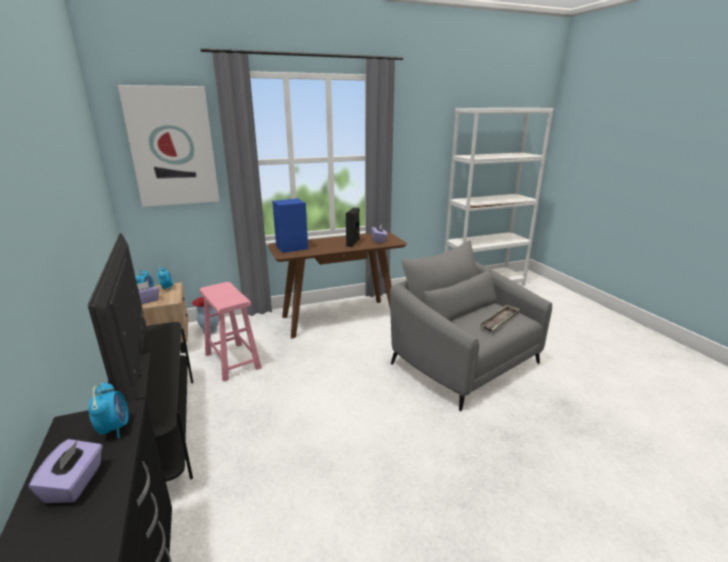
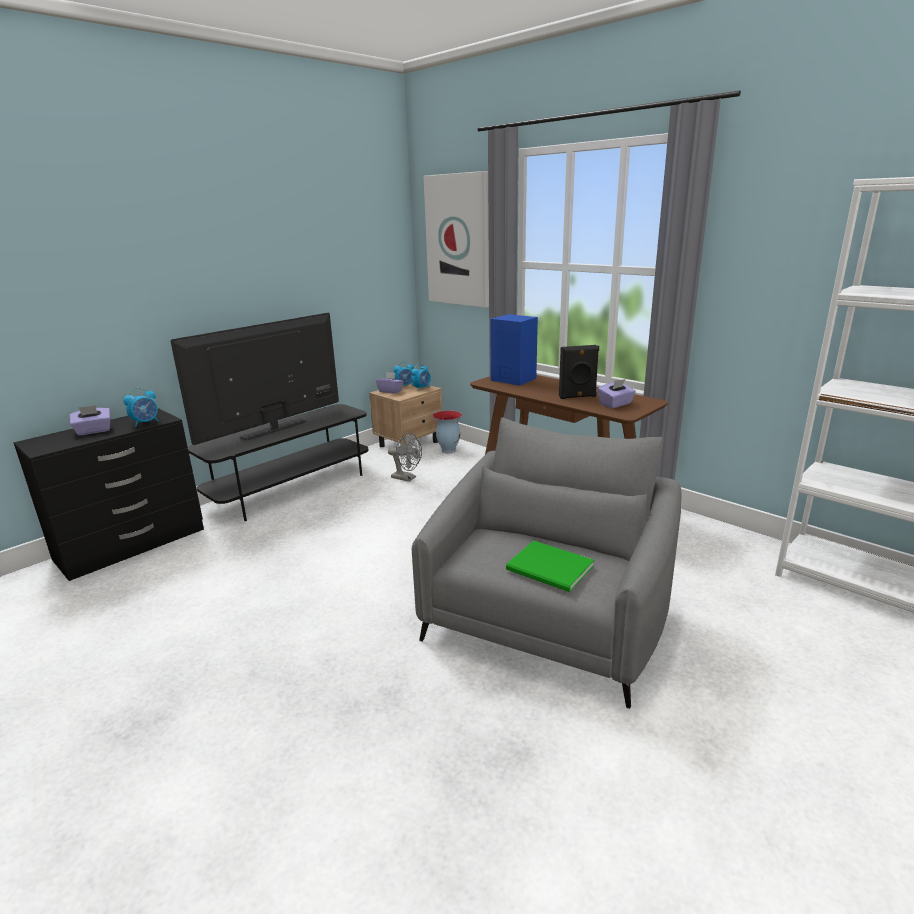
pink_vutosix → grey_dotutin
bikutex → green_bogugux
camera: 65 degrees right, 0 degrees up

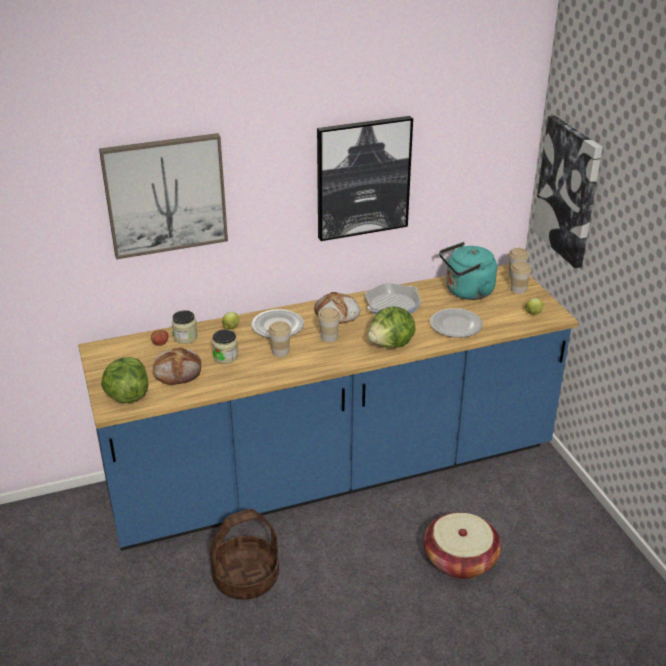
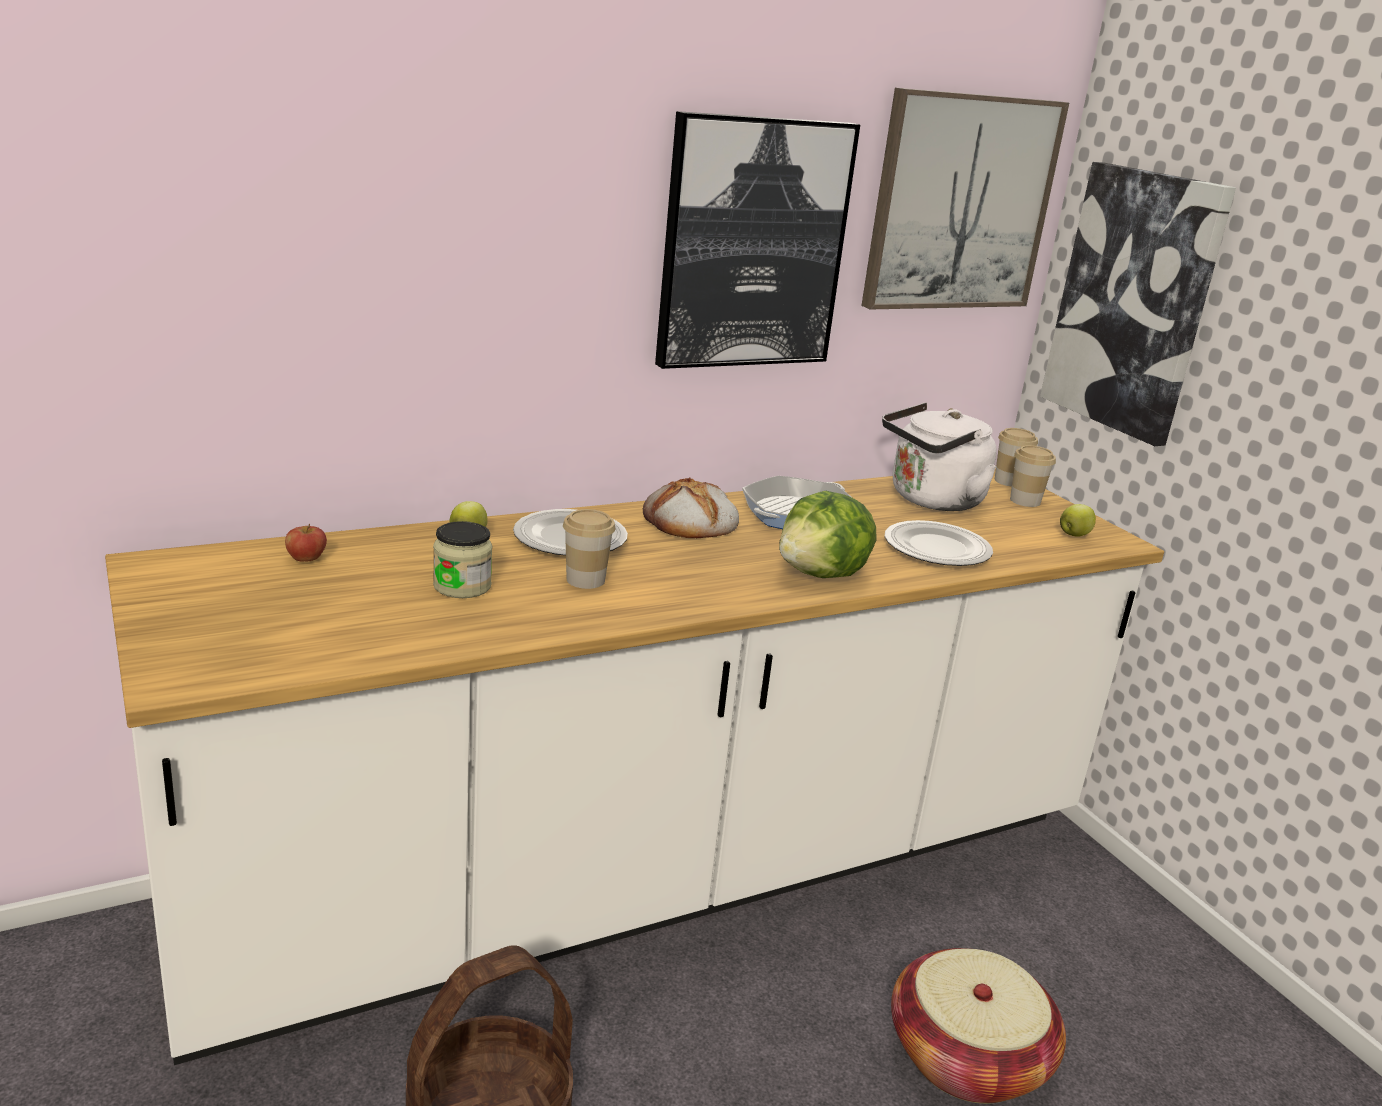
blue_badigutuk → white_badigutuk
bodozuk (1st from left in the first image) → bodozuk (2nd from left), moved
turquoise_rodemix → white_rodemix
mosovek (1st from left) → -
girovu (1st from left) → -
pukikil (1st from left) → -
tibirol (2nd from left) → -
camera: 10 degrees left, 10 degrees down

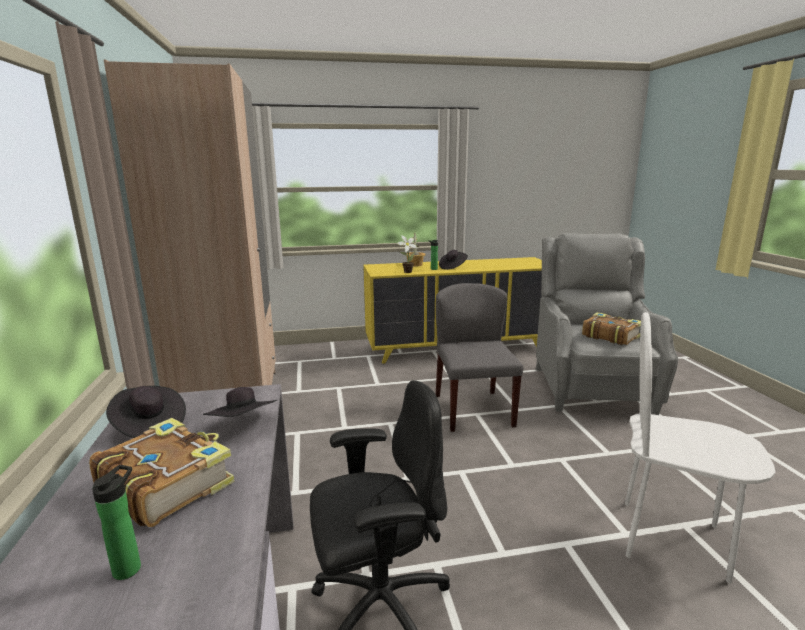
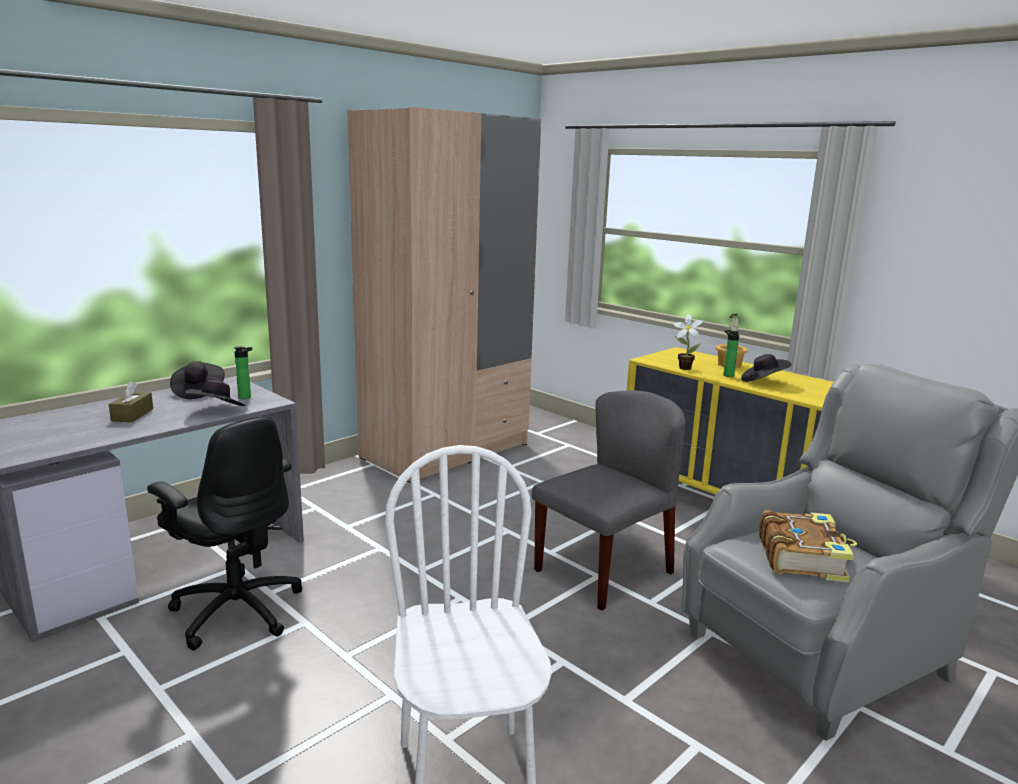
bogugux (1st from left) → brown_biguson
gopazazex (1st from left), moved
camera: 55 degrees right, 0 degrees up

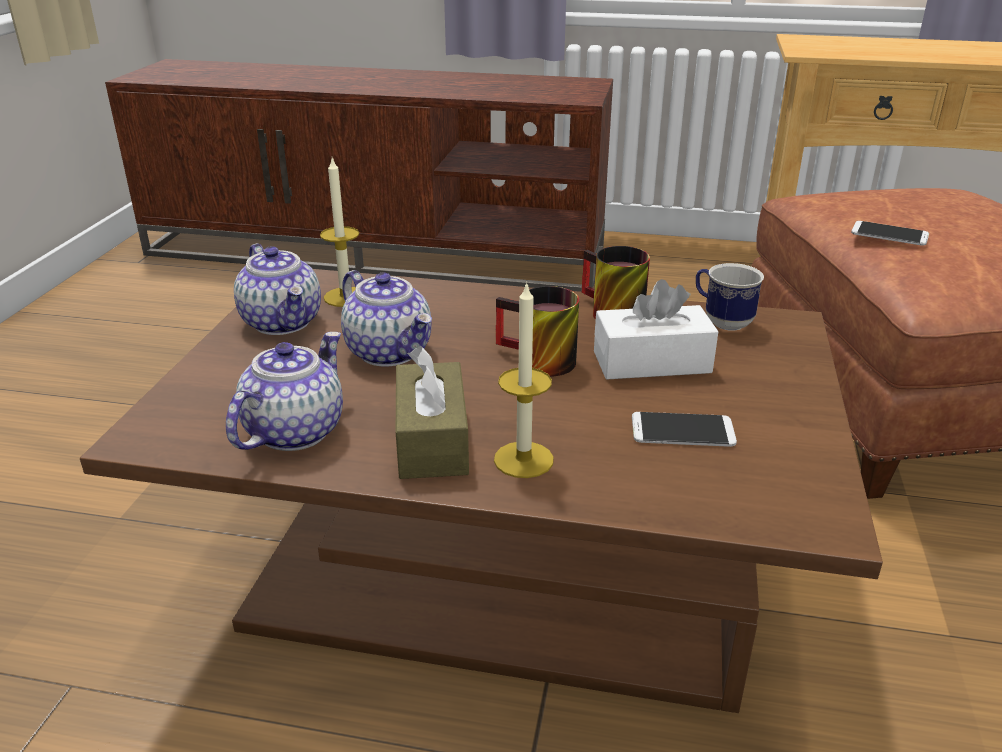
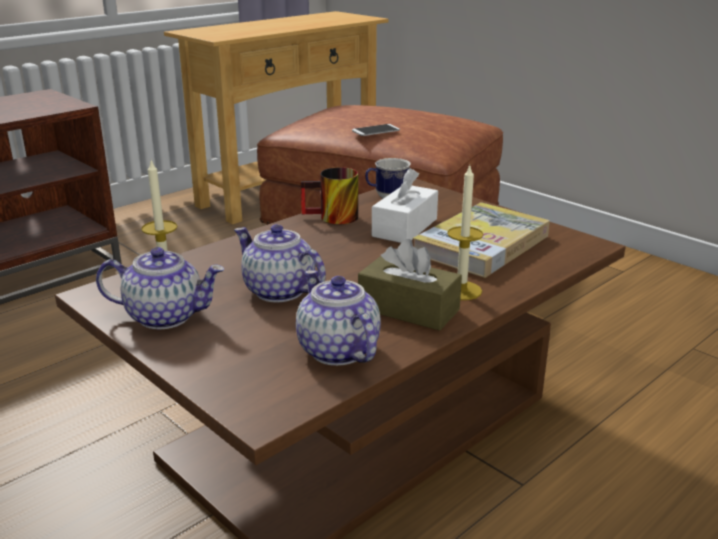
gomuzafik (3rd from left in the first image) → gomuzafik (2nd from left), 135 degrees counterclockwise
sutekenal (1st from left) → bogugux
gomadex (1st from left) → -
camera: 55 degrees left, 5 degrees down

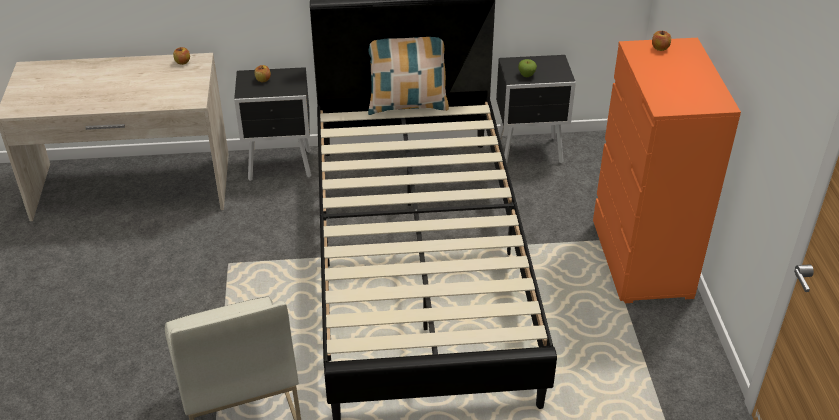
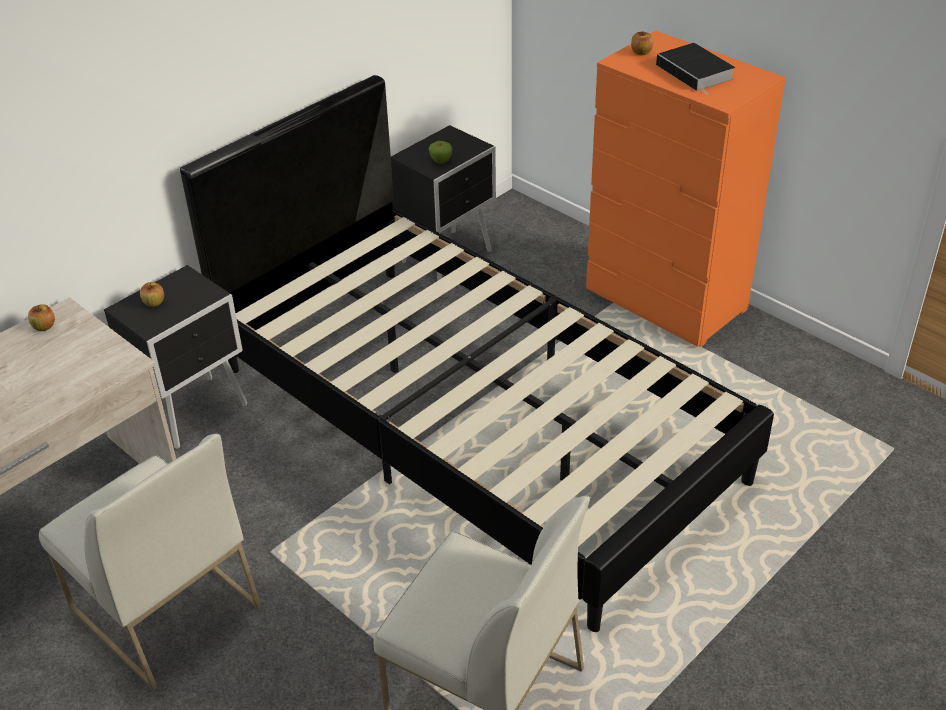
- → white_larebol (1st from left)
- → bogugux
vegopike → -
camera: 40 degrees left, 0 degrees up

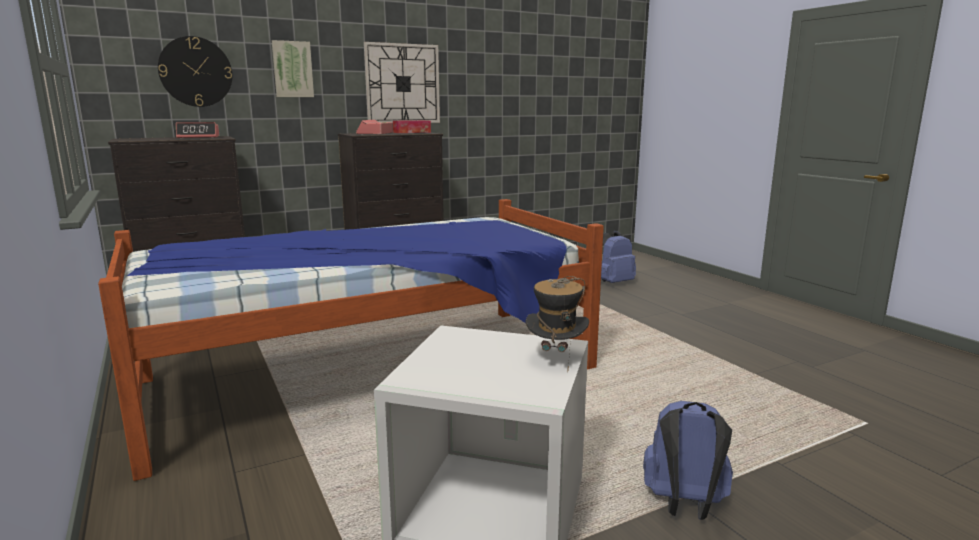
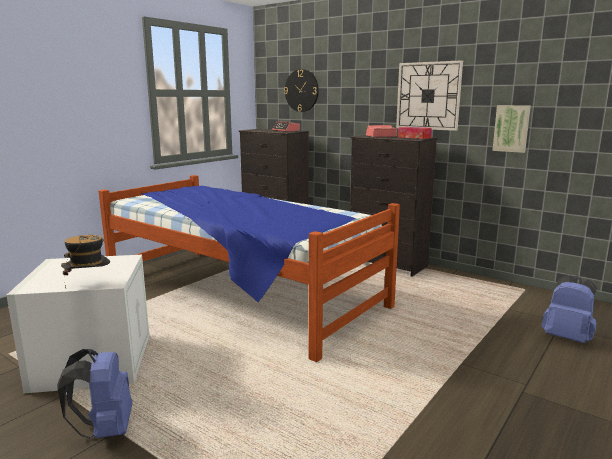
bodozuk, moved
camera: 65 degrees right, 0 degrees up

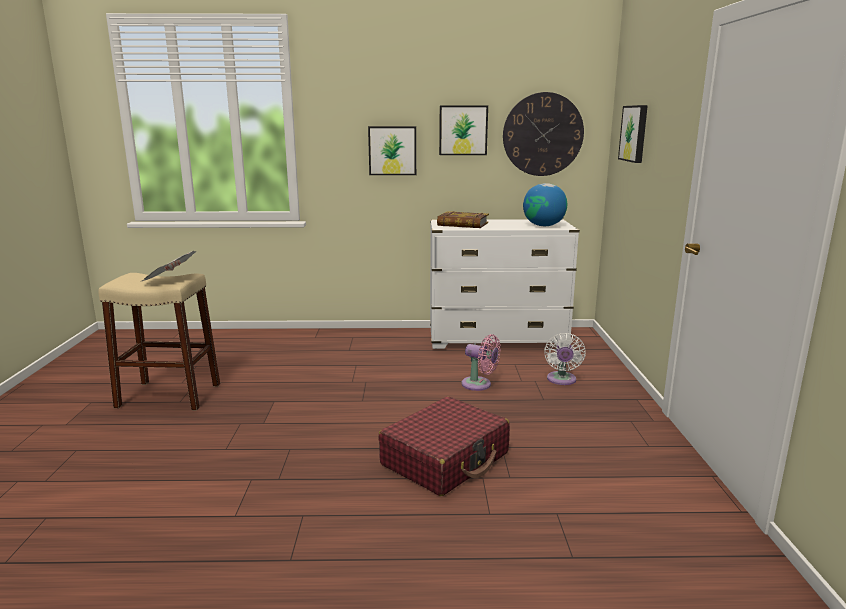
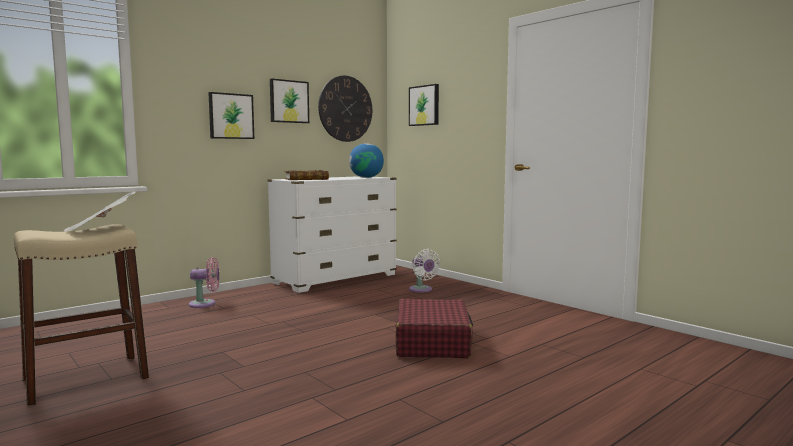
pink_dotutin, moved
camera: 40 degrees left, 10 degrees down

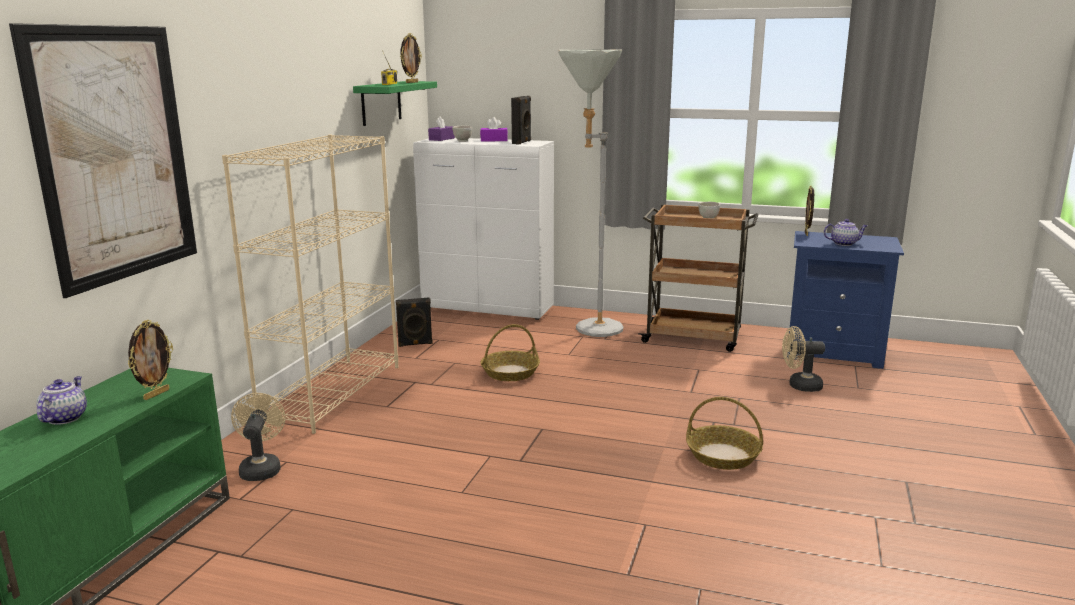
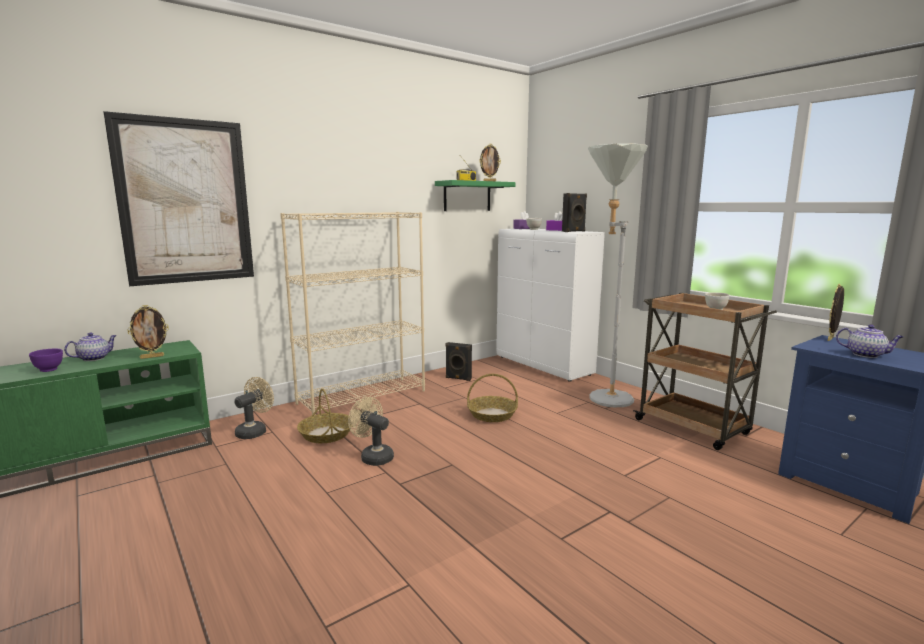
- → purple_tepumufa
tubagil (2nd from left in the first image) → tubagil (1st from left), moved
beige_dotutin (2nd from left), moved
camera: 35 degrees right, 5 degrees down

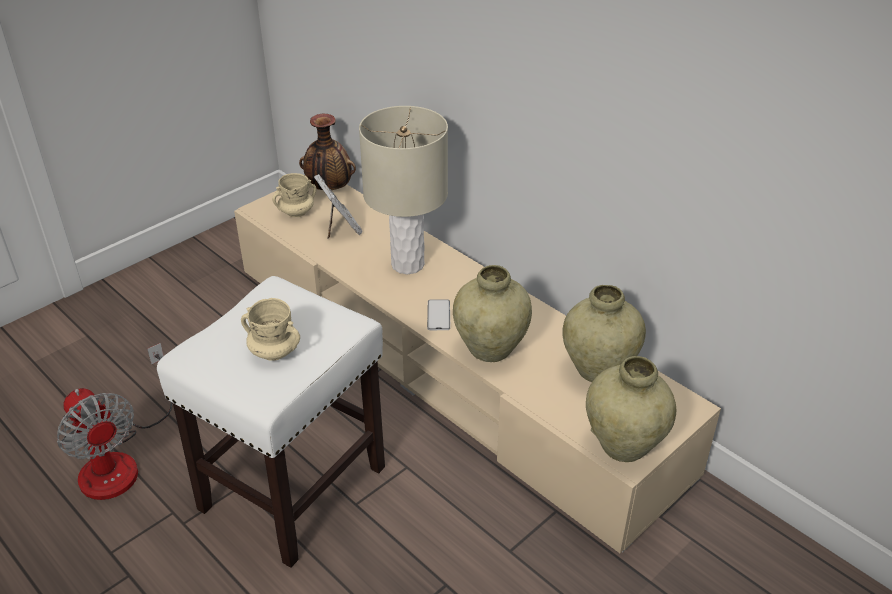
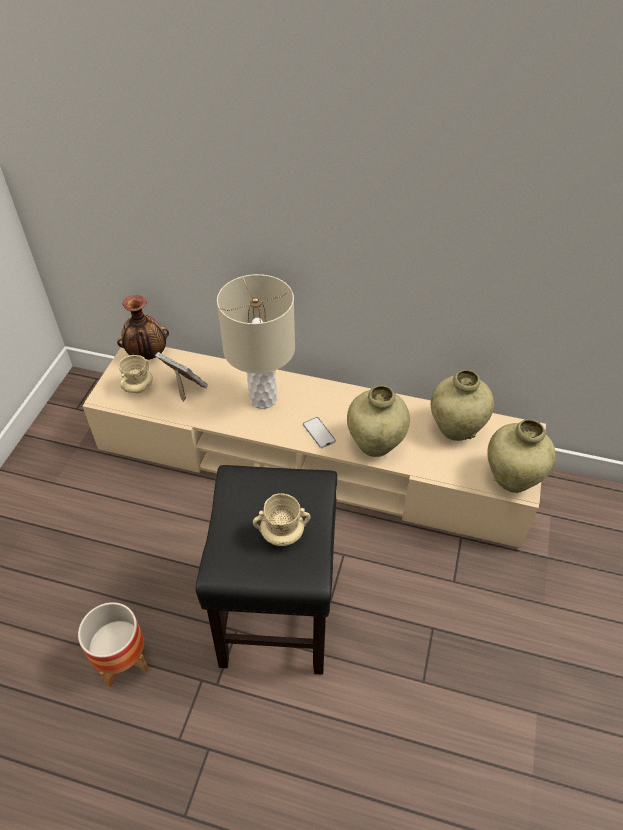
dotutin → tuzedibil
white_vutosix → black_vutosix
camera: 30 degrees left, 10 degrees up

